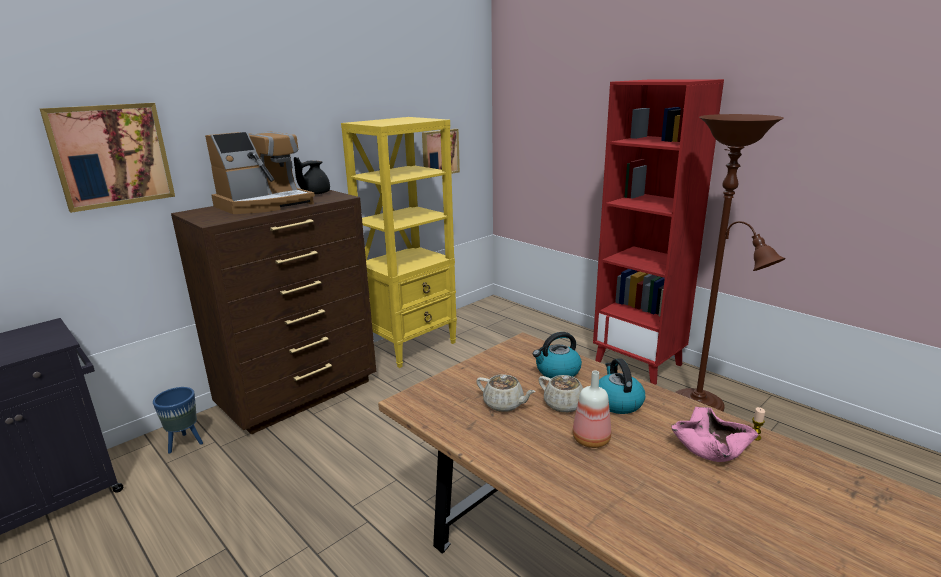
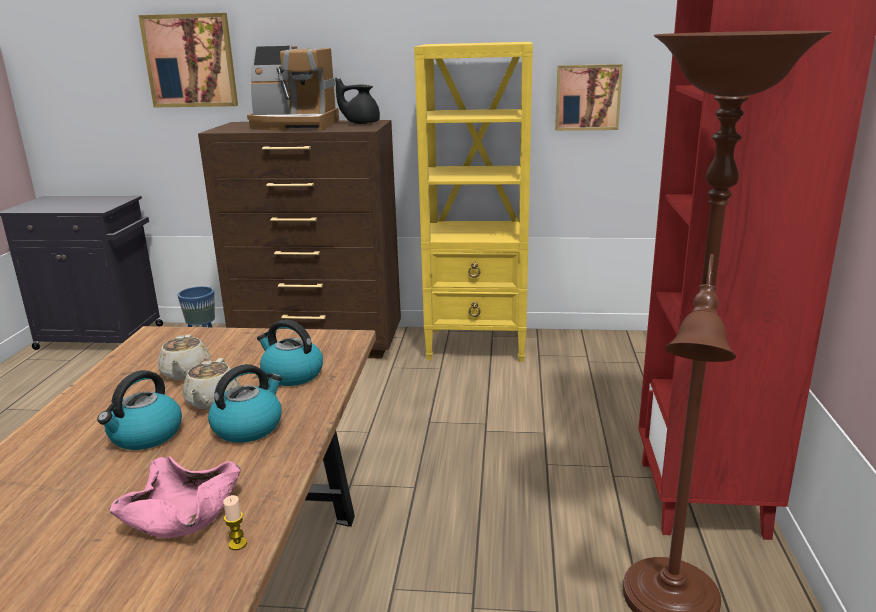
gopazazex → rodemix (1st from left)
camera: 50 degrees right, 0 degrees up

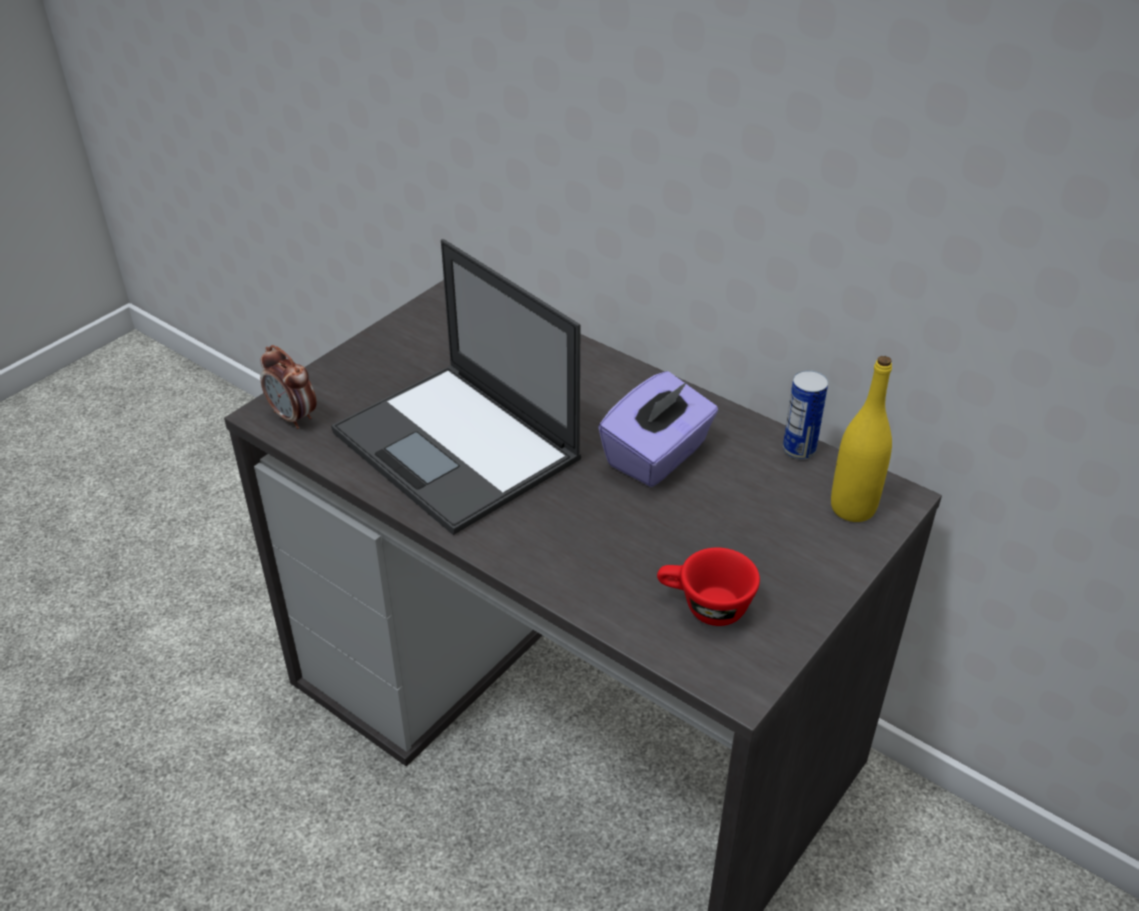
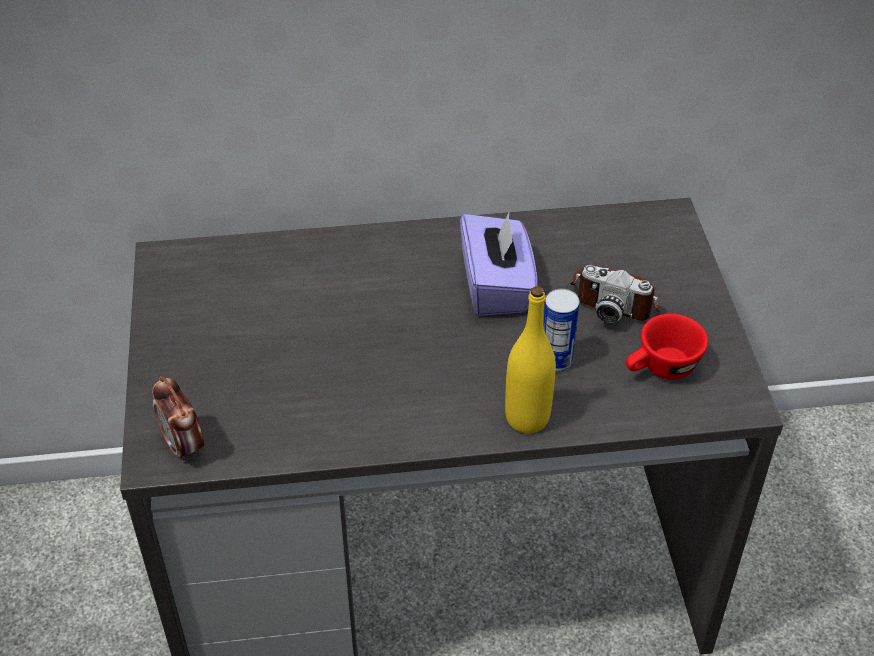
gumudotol, 60 degrees clockwise
yellow_gopazazex, moved
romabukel, moved
- → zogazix
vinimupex → -
camera: 45 degrees left, 5 degrees up

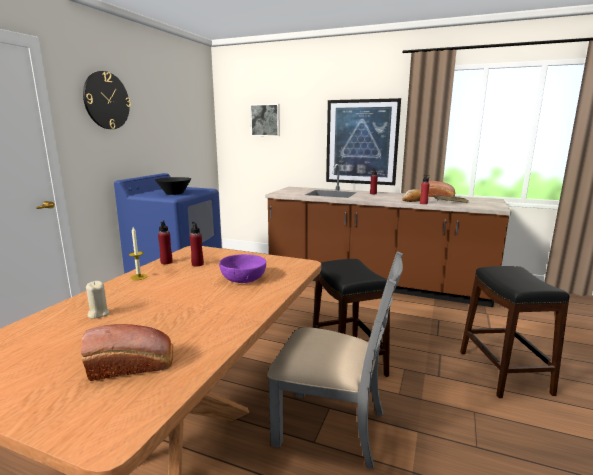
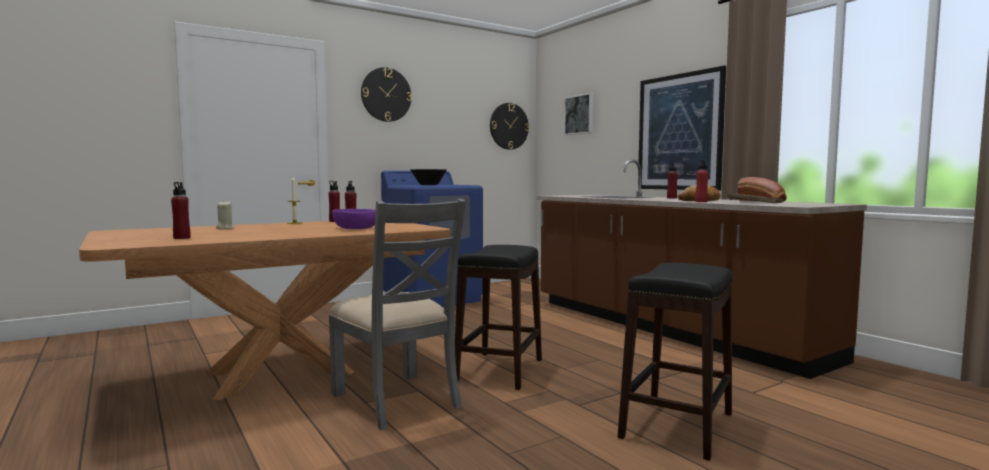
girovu (1st from left) → red_gopazazex (1st from left)
- → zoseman (2nd from left)
camera: 35 degrees right, 10 degrees down

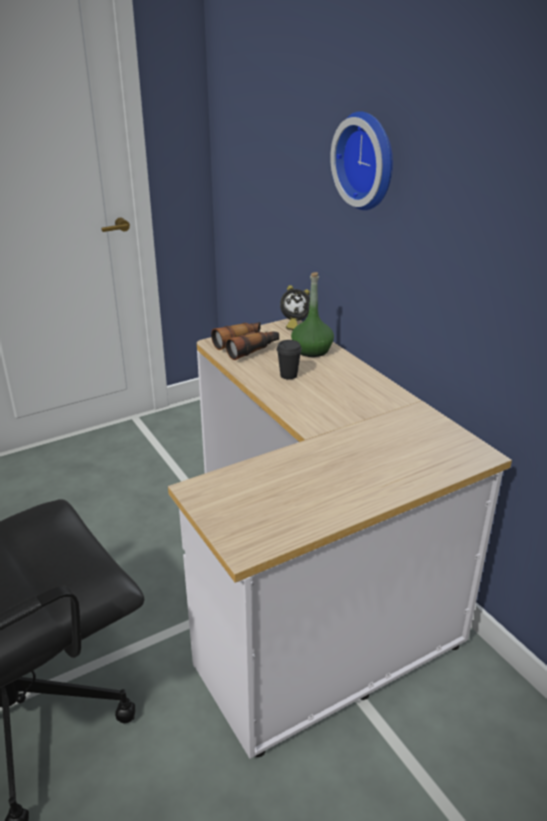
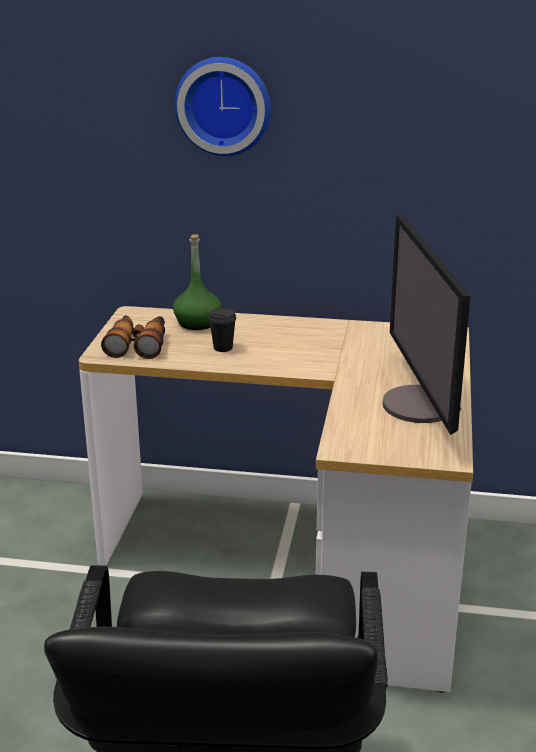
- → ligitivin
gumudotol → -
camera: 50 degrees left, 5 degrees down

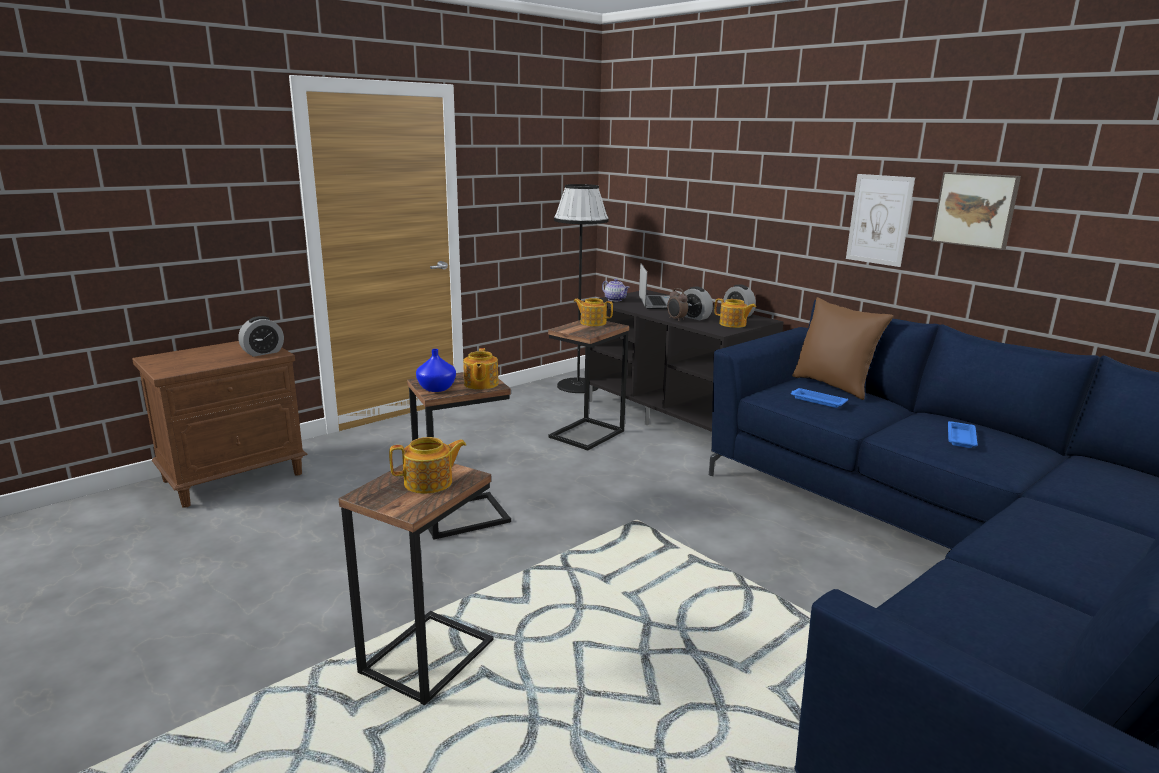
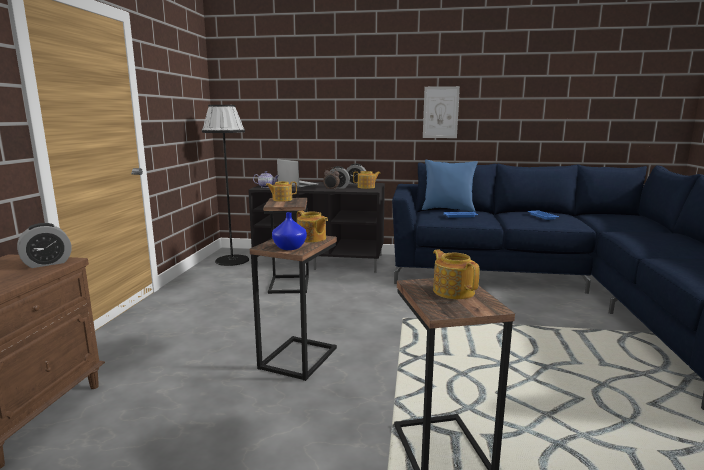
gumudotol (1st from left), 45 degrees clockwise
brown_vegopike → blue_vegopike
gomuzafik (1st from left in the first image) → gomuzafik (5th from left), 60 degrees counterclockwise
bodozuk (2nd from left) → -
camera: 40 degrees left, 5 degrees down

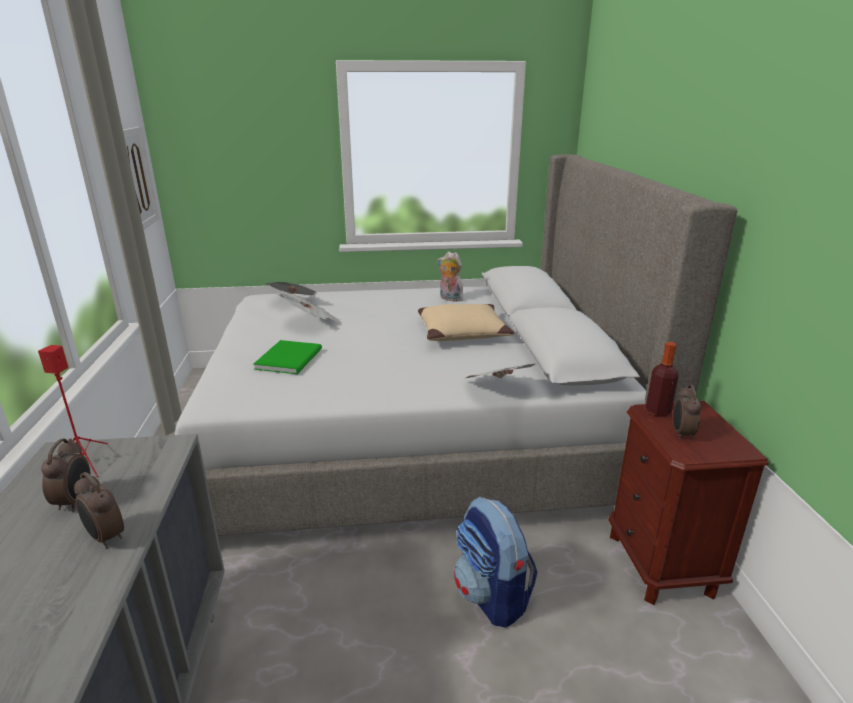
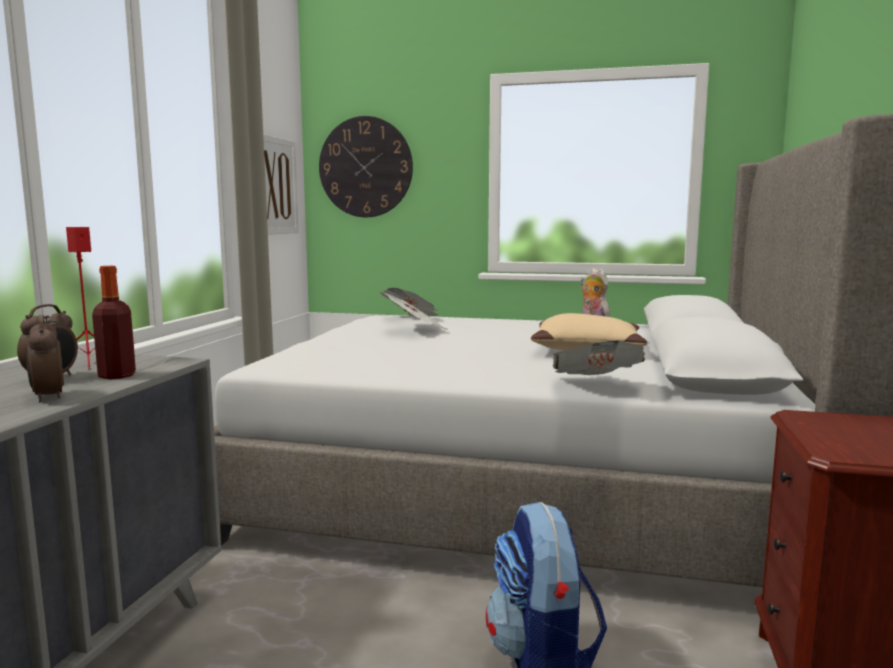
gopazazex, moved
- → zoseman
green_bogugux → -
gumudotol (3rd from left) → -
camera: 20 degrees right, 15 degrees down

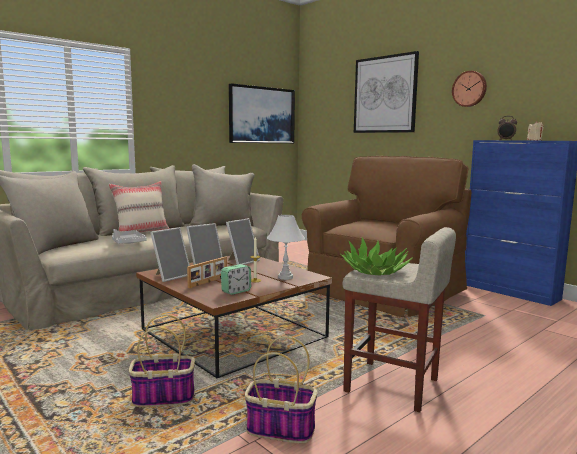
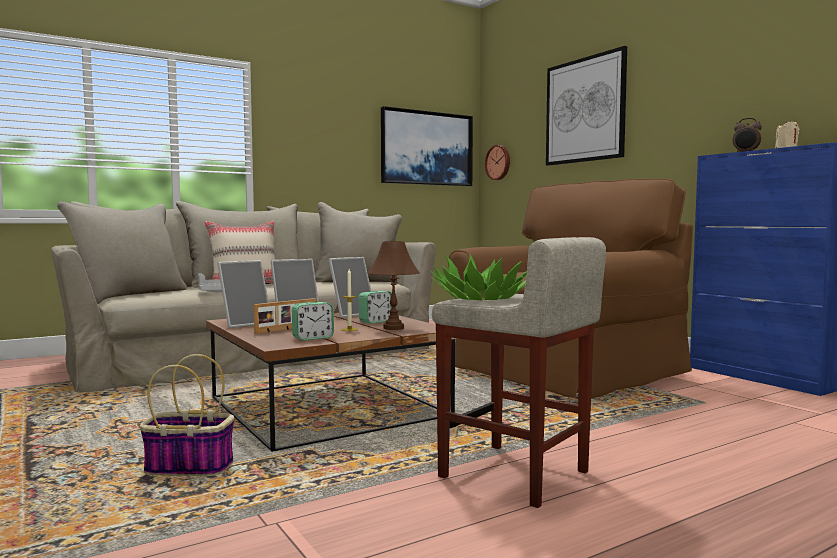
- → gumudotol (2nd from left)
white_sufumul → brown_sufumul
zoseman, moved
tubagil (2nd from left) → -
camera: 10 degrees right, 5 degrees down

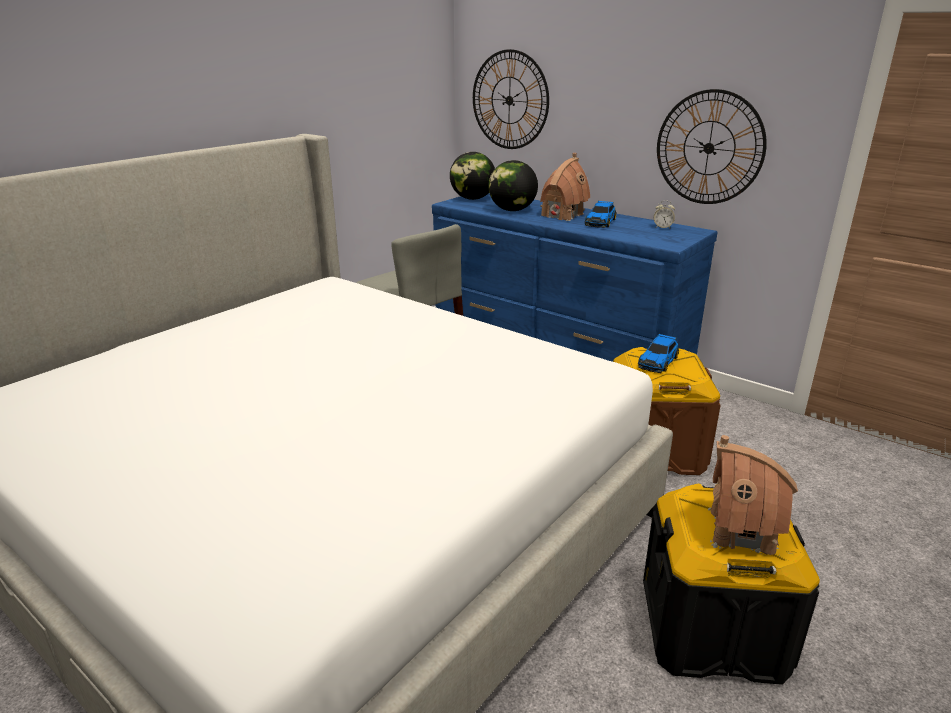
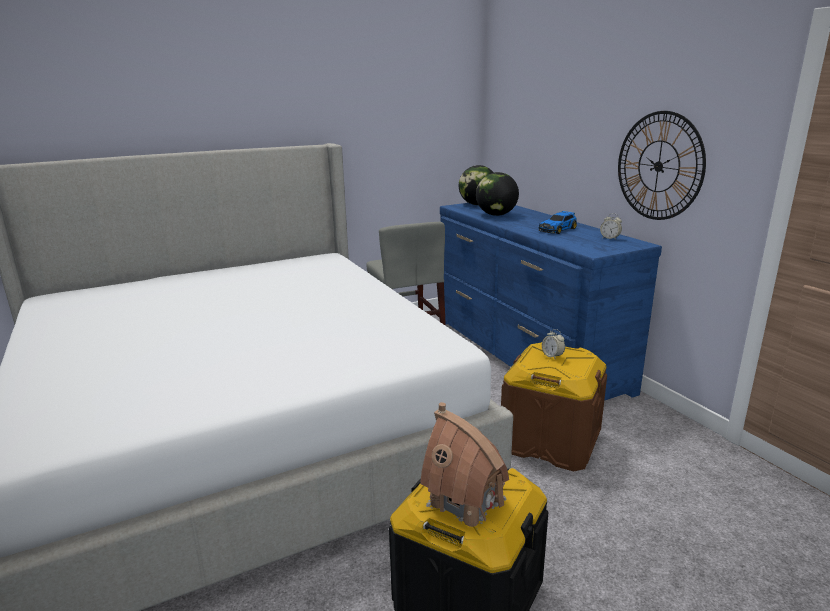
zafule (2nd from left) → gumudotol (1st from left)
zoseman (1st from left) → -
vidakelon (1st from left) → -
camera: 25 degrees right, 5 degrees down

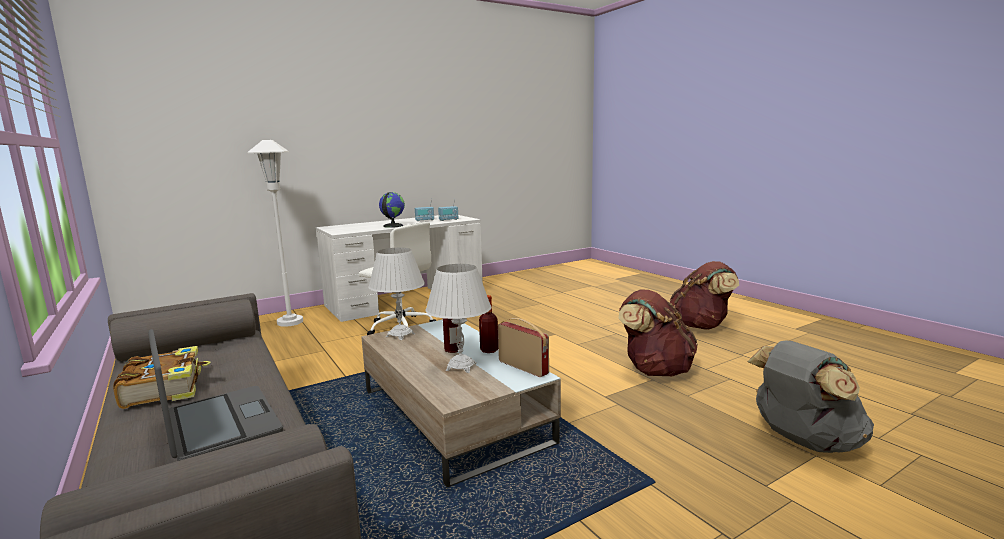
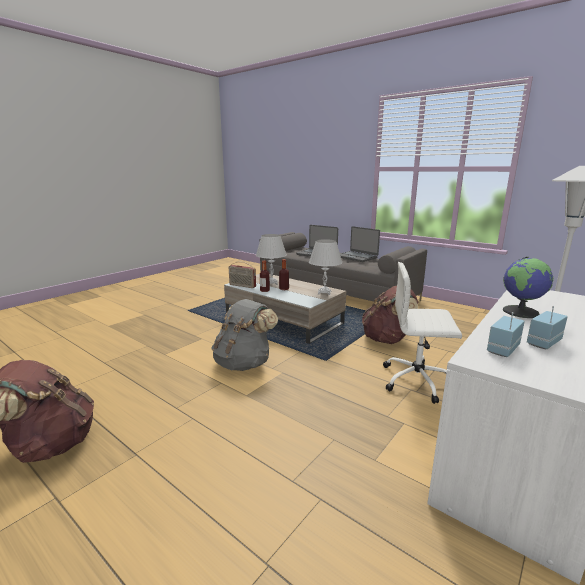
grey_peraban, moved
bogugux → vinimupex (2nd from left)
brown_peraban (1st from left in the first image) → brown_peraban (2nd from left), moved
camera: 160 degrees right, 5 degrees up

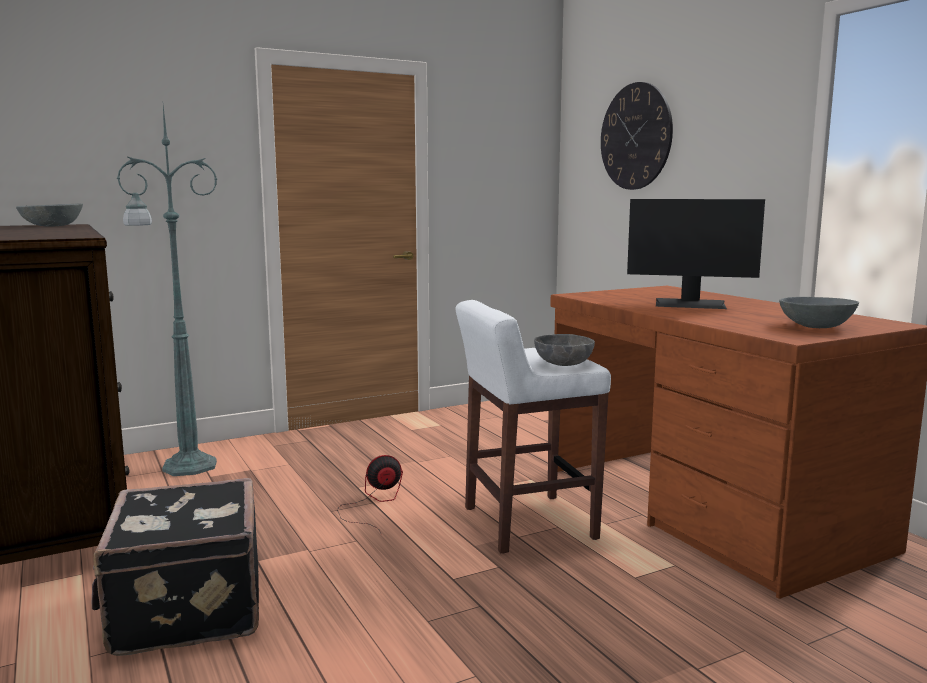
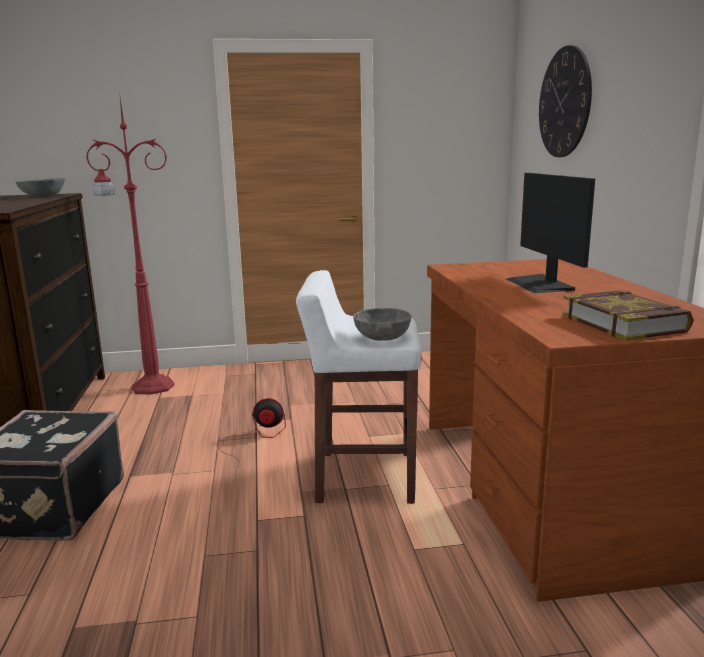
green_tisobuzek → red_tisobuzek
ligitivin, 45 degrees clockwise
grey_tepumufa (3rd from left) → bogugux
camera: 20 degrees right, 5 degrees up

